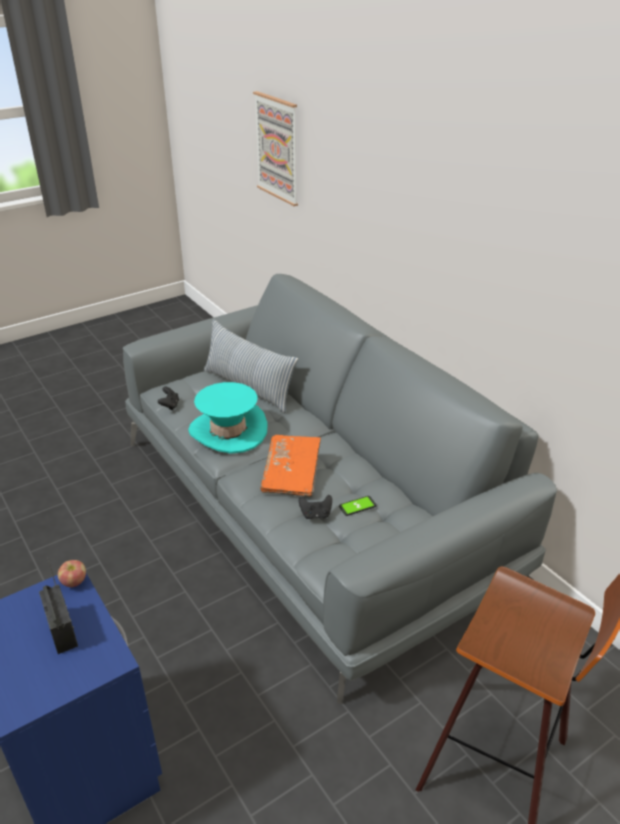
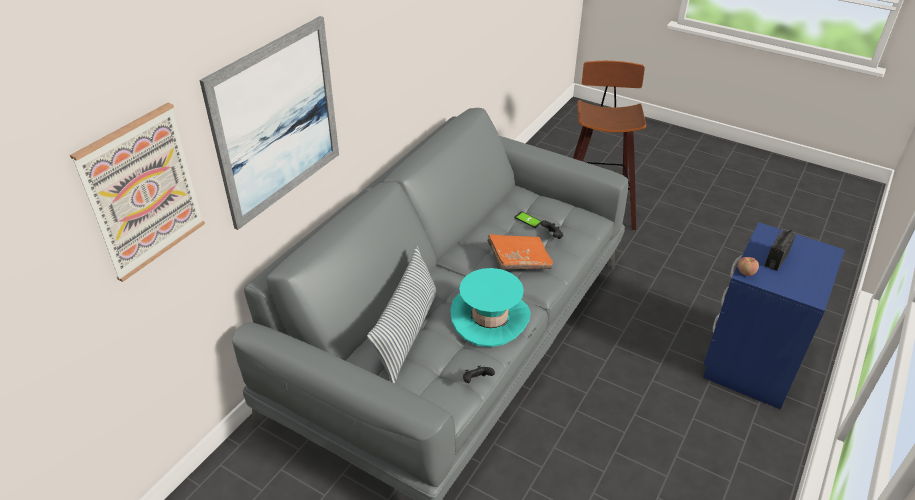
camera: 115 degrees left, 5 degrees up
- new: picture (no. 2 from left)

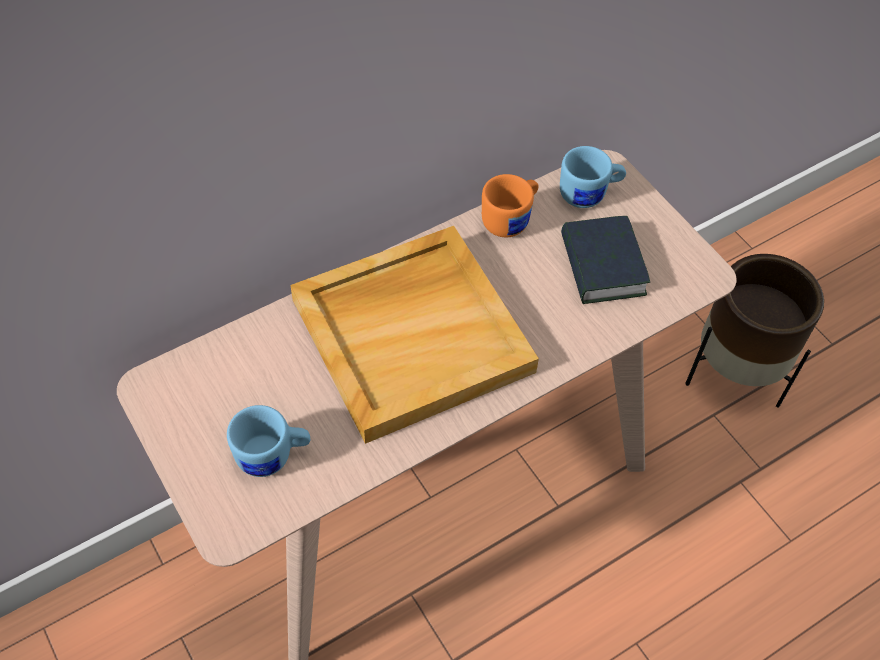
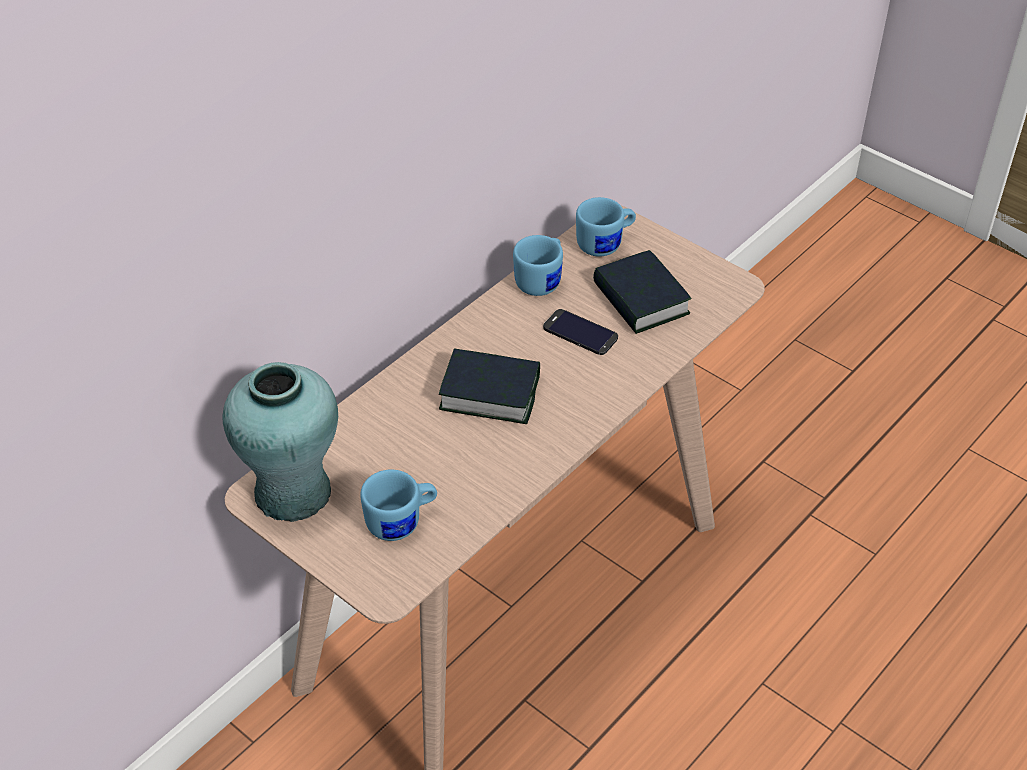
camera: 15 degrees left, 10 degrees down
- new: vase/turquoise
- swapped: tray/beige to book (no. 1 from left)
- repainted: mug/orange to mug/blue (no. 2 from left)
- new: phone
- gone: planter/brown

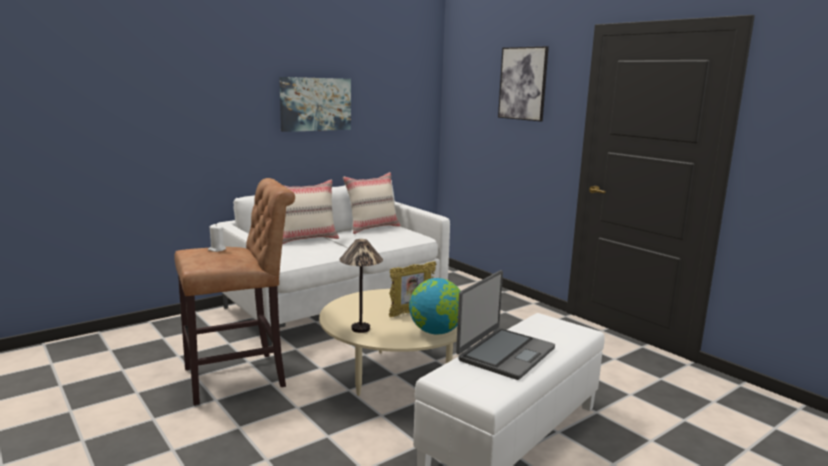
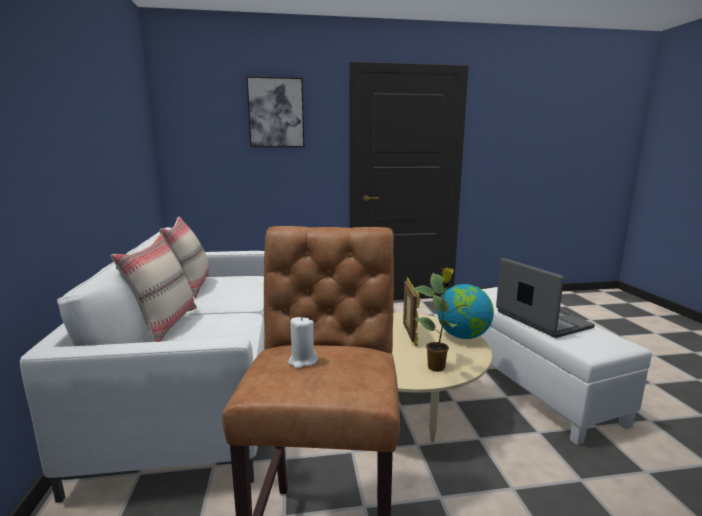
camera: 60 degrees left, 0 degrees up
- swapped: table lamp to potted plant
- gone: picture (no. 1 from left)

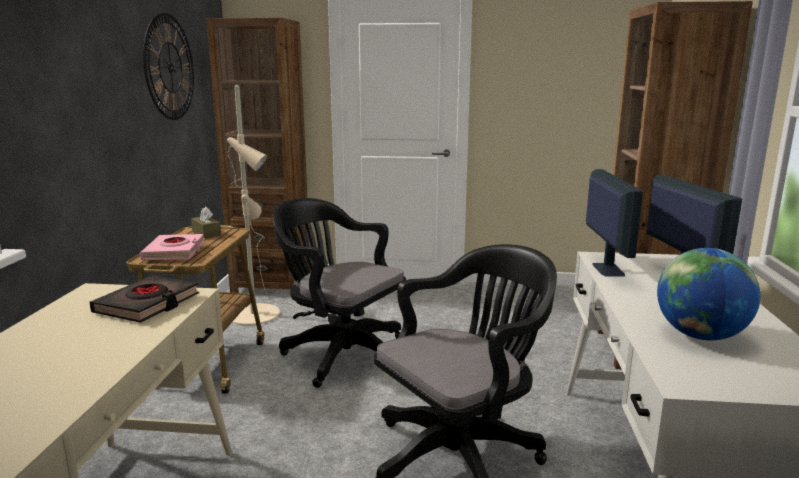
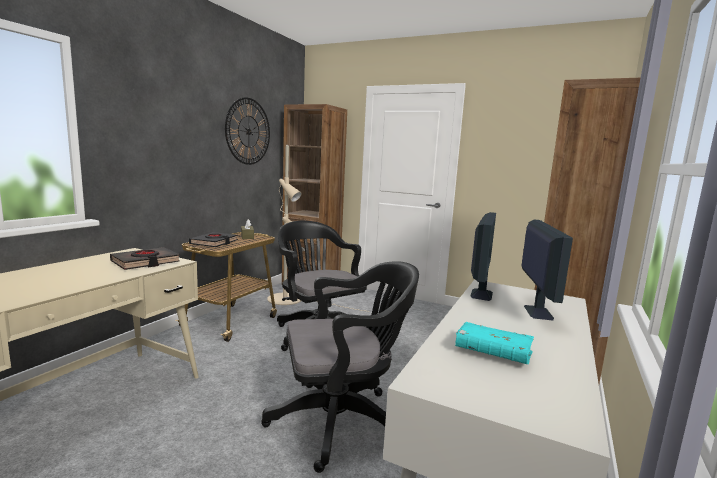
camera: 20 degrees right, 5 degrees down
- repainted: book/pink to book/black (no. 2 from left)
- swapped: globe to book/turquoise

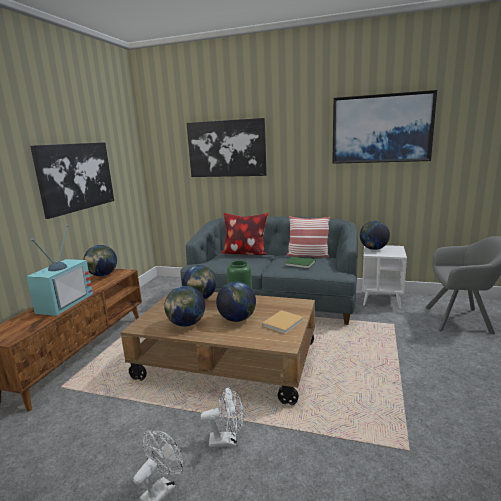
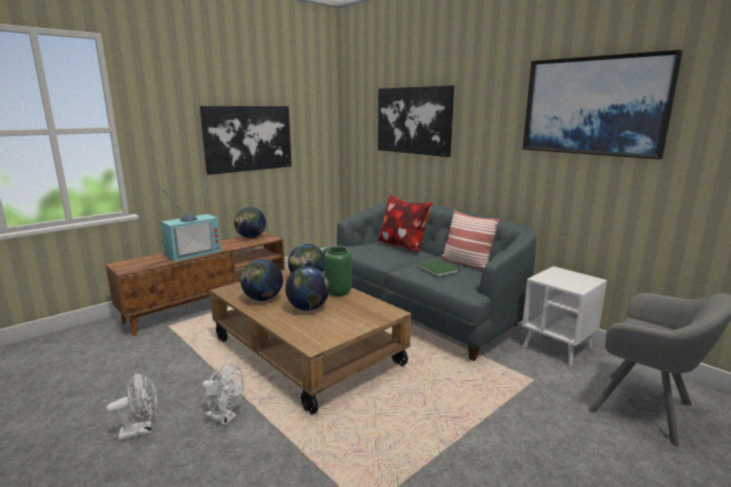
camera: 30 degrees right, 0 degrees up
- gone: book/beige
- gone: globe (no. 5 from left)

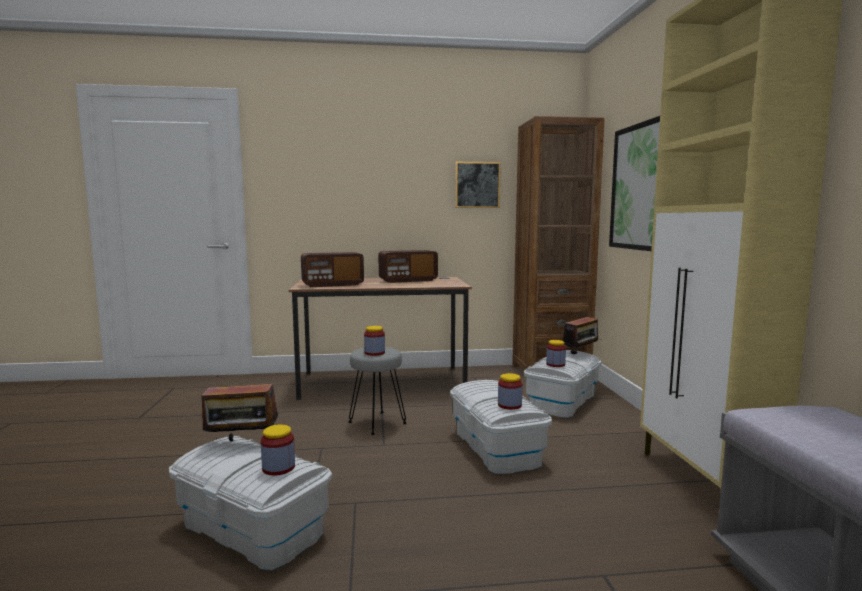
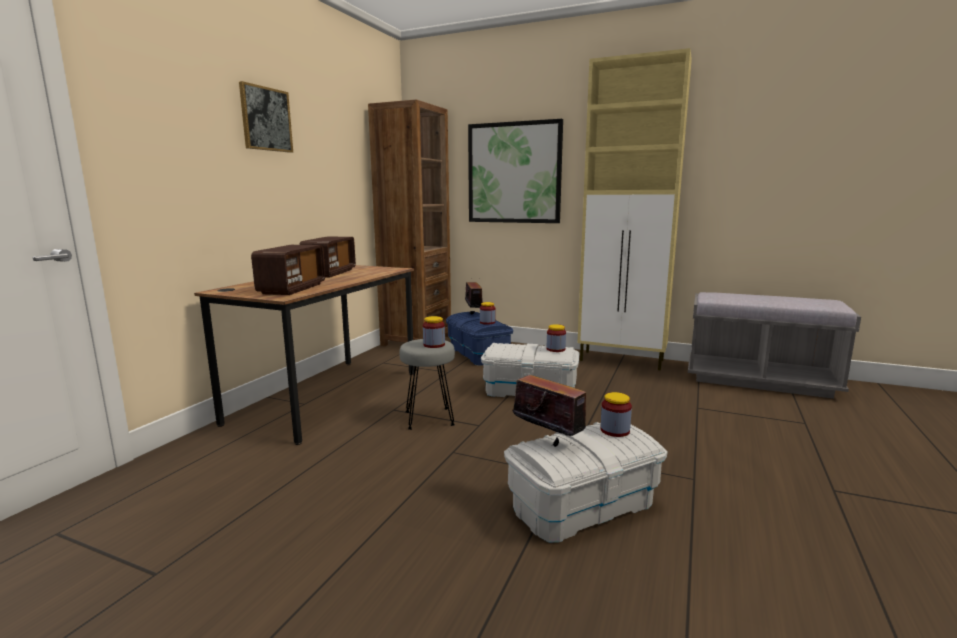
camera: 60 degrees left, 5 degrees up
- shifted: picture (no. 1 from left)
- repainted: storage box/white (no. 3 from left) to storage box/blue
- rotated: radio (no. 1 from left in the first image) 75 degrees counterclockwise

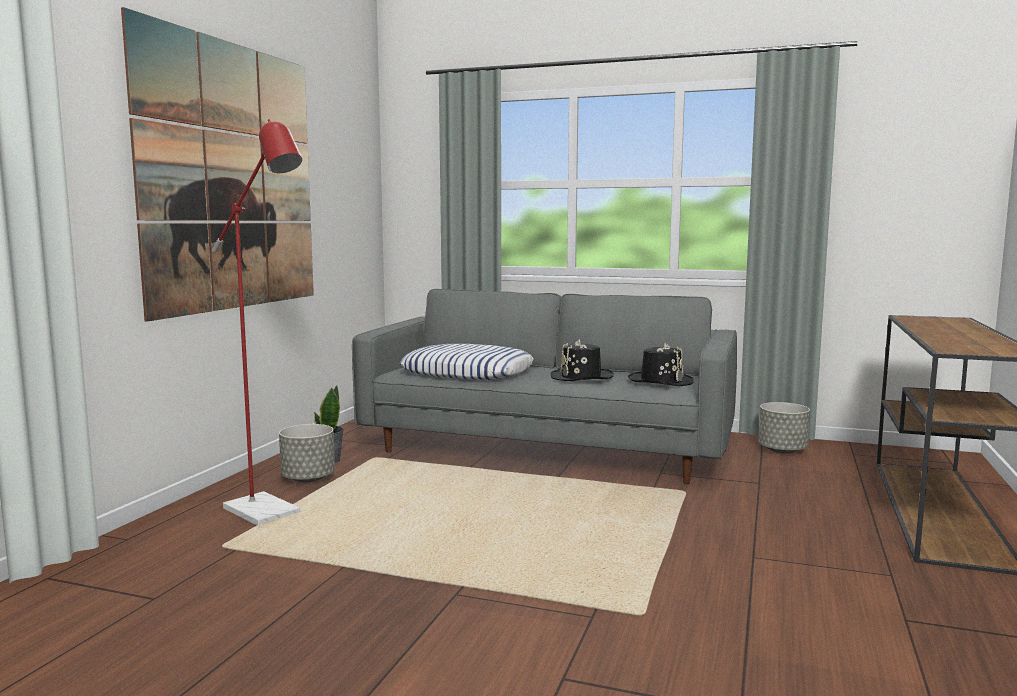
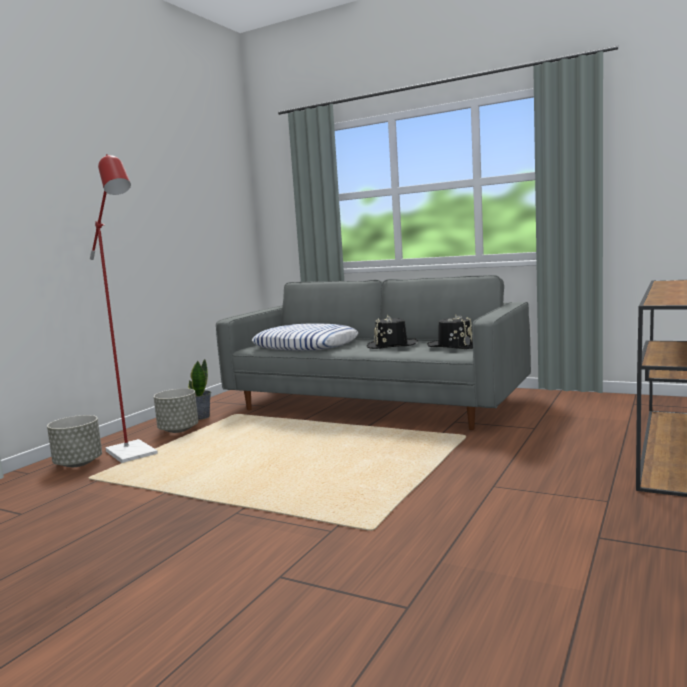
camera: 10 degrees right, 0 degrees up
- shifted: planter/grey (no. 2 from left in the first image) to planter/grey (no. 1 from left)
- gone: picture

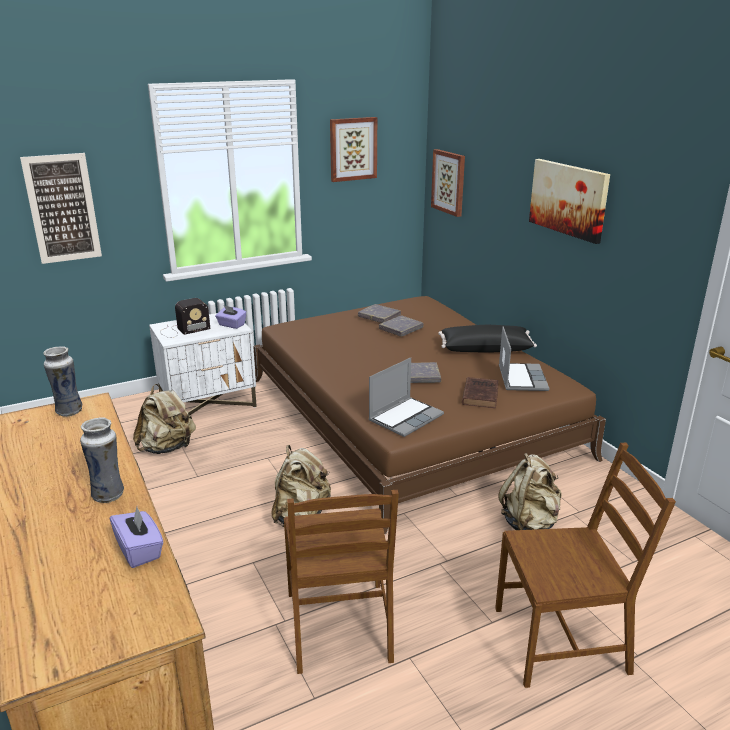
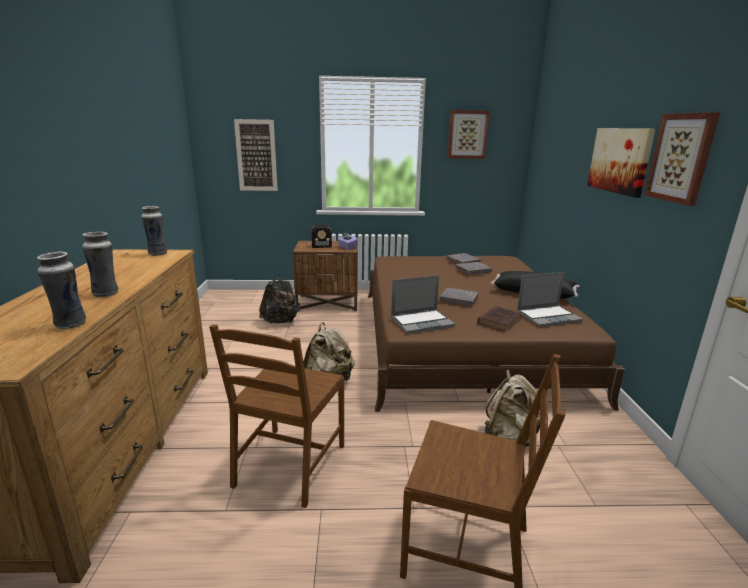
camera: 25 degrees right, 5 degrees down
- swapped: tissue box/purple (no. 1 from left) to vase (no. 1 from left)
- repainted: backpack/beige (no. 1 from left) to backpack/black
- repainted: nightstand/white to nightstand/brown
- rotated: laptop (no. 2 from left) 45 degrees clockwise
- shifted: picture (no. 3 from left in the first image) to picture (no. 4 from left)

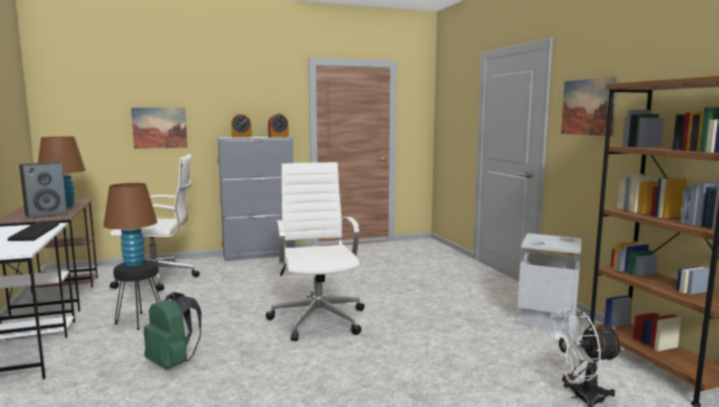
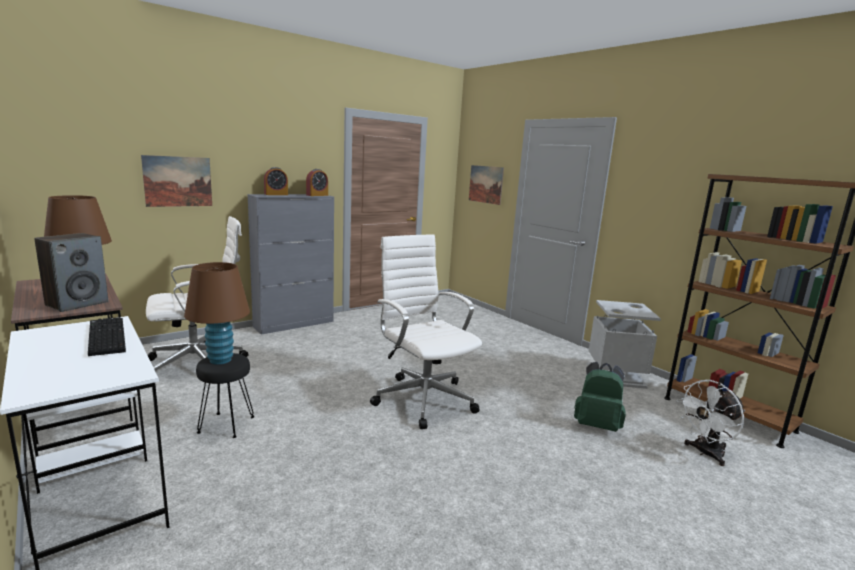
camera: 20 degrees left, 5 degrees up
- shifted: picture (no. 2 from left)
- shifted: backpack/green

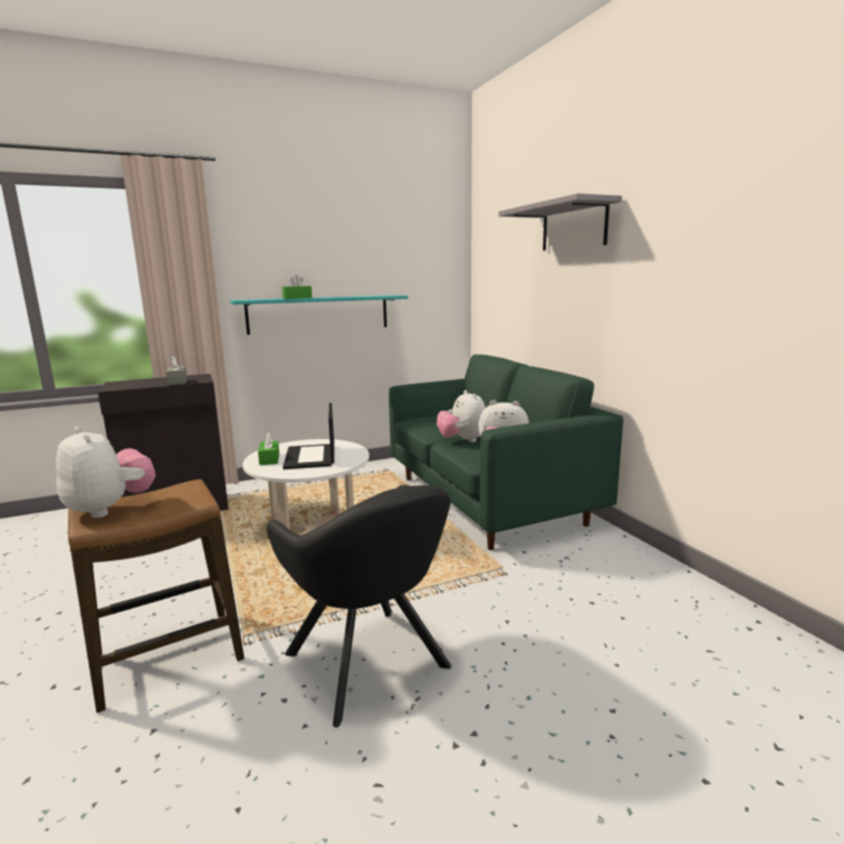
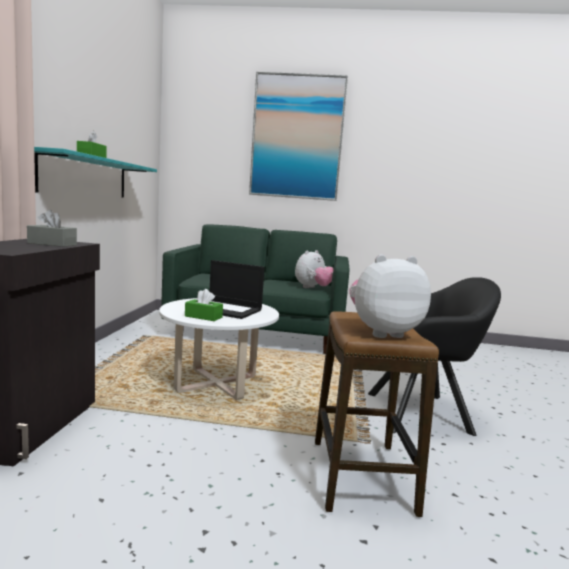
camera: 60 degrees left, 5 degrees down
- swapped: shelf/grey to picture
- gone: plush toy (no. 2 from left)

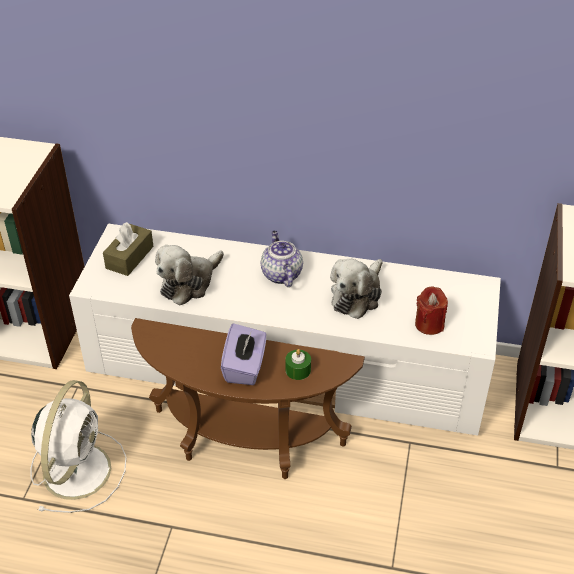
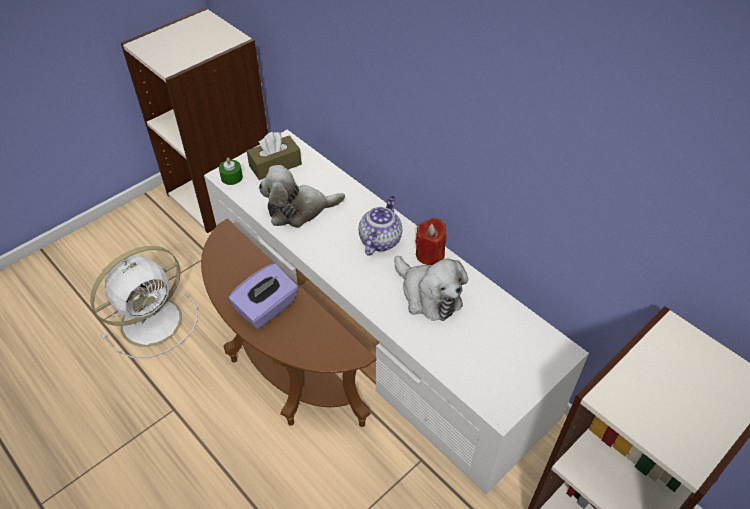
camera: 35 degrees right, 5 degrees up
- shifted: candle/green
- rotated: plush toy (no. 2 from left) 105 degrees counterclockwise
- shifted: candle/red

